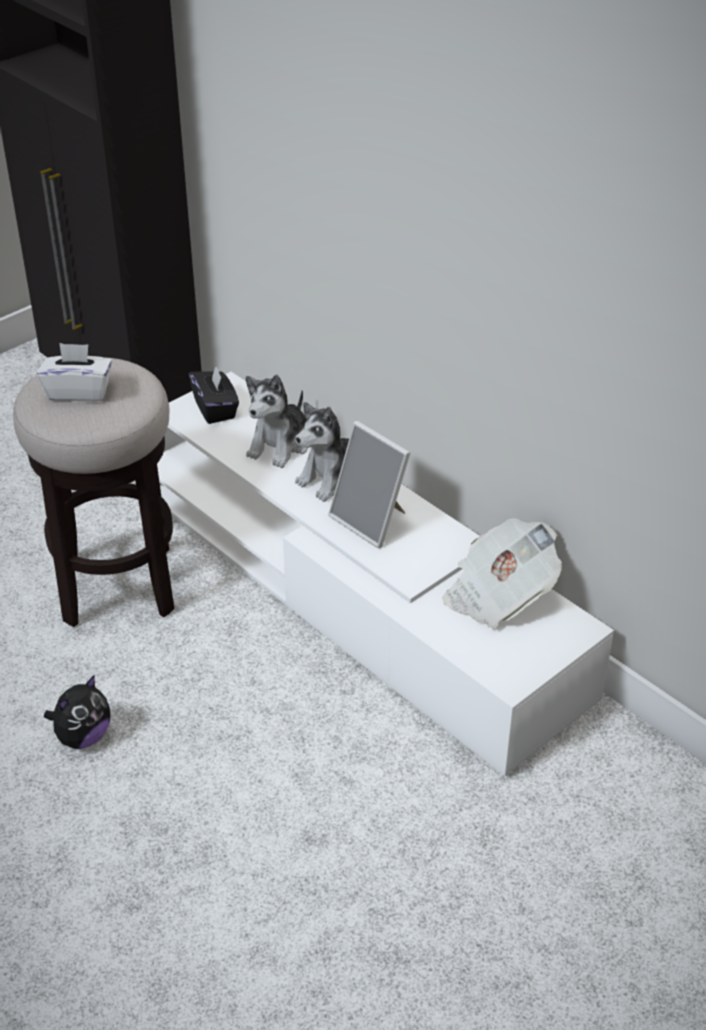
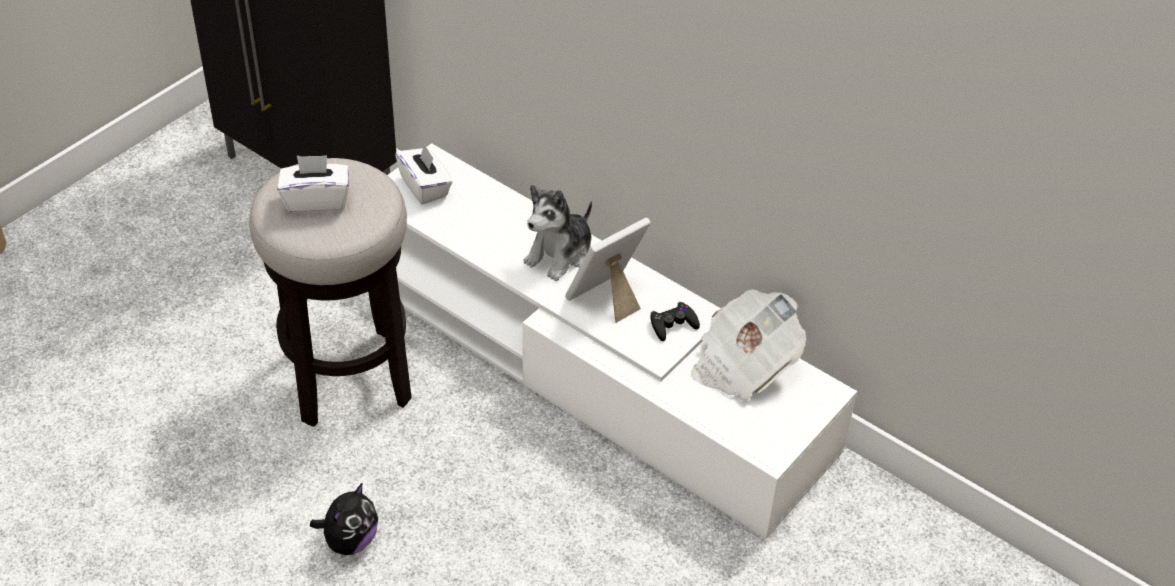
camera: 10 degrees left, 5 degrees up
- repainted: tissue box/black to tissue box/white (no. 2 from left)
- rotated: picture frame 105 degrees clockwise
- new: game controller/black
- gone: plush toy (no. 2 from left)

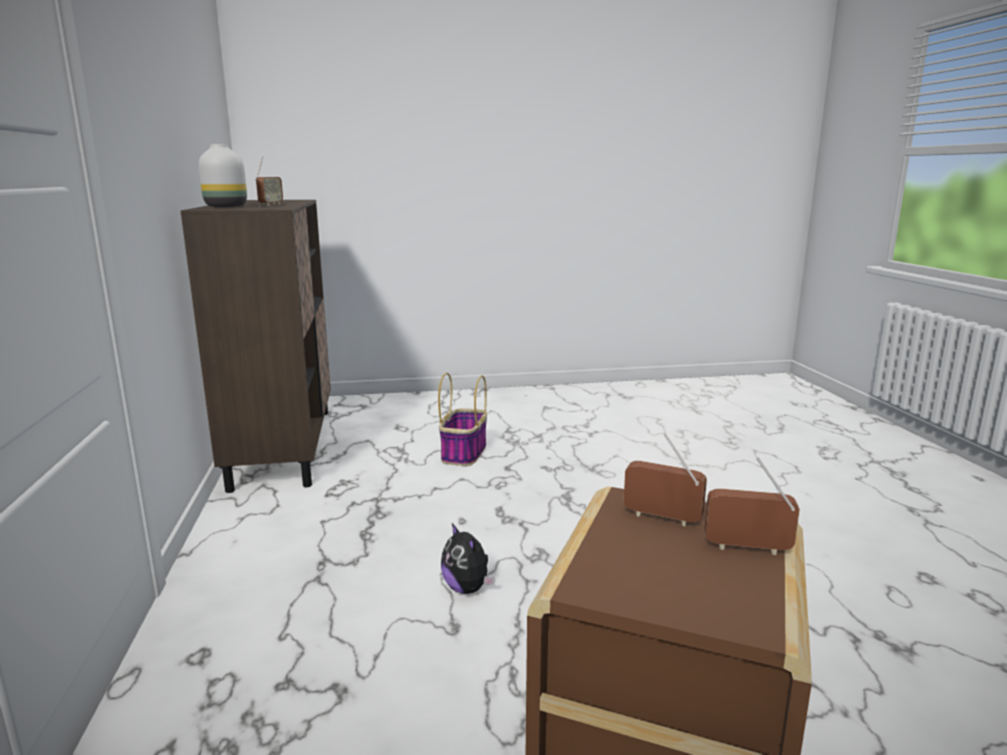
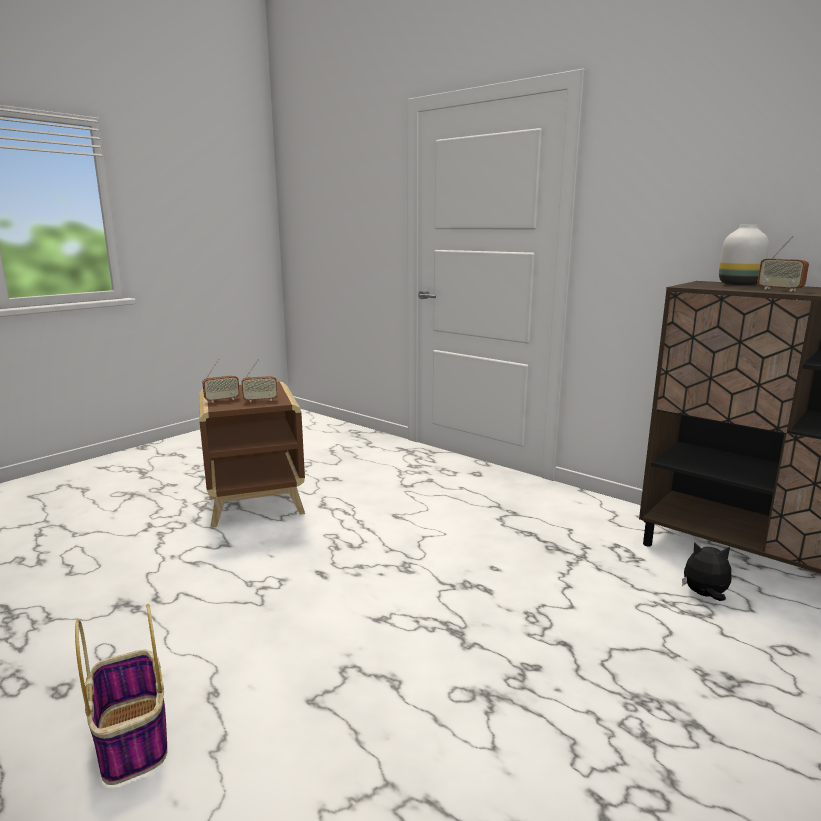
camera: 140 degrees right, 0 degrees up
- shifted: basket
- shifted: plush toy

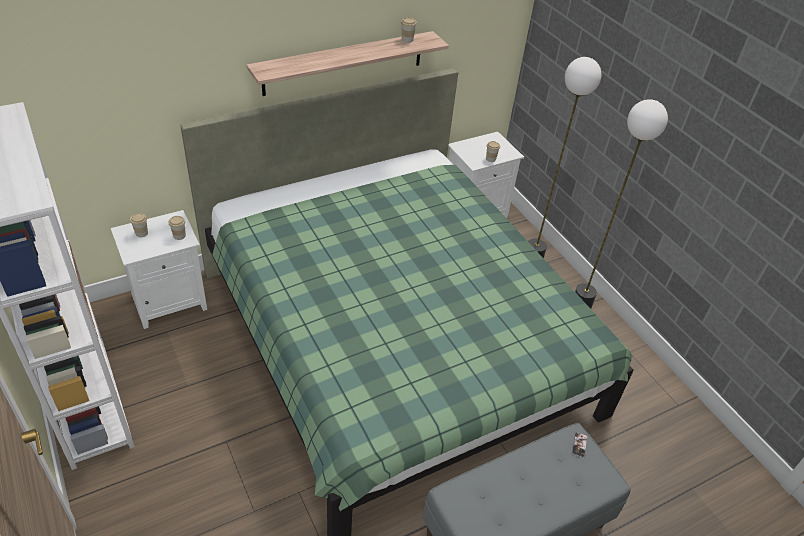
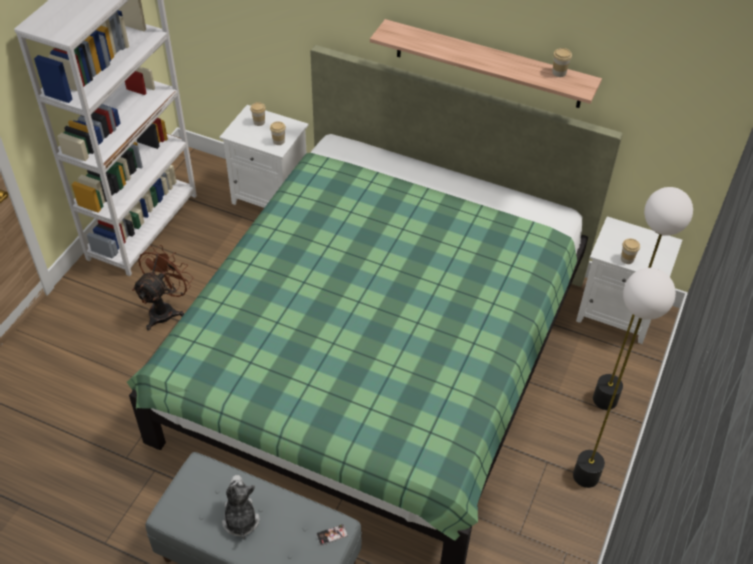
camera: 55 degrees right, 5 degrees up
- new: fan/brown
- new: plush toy

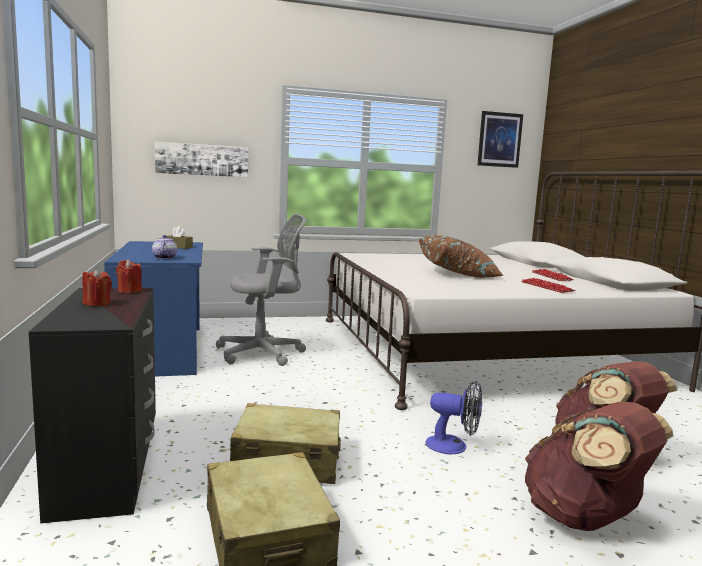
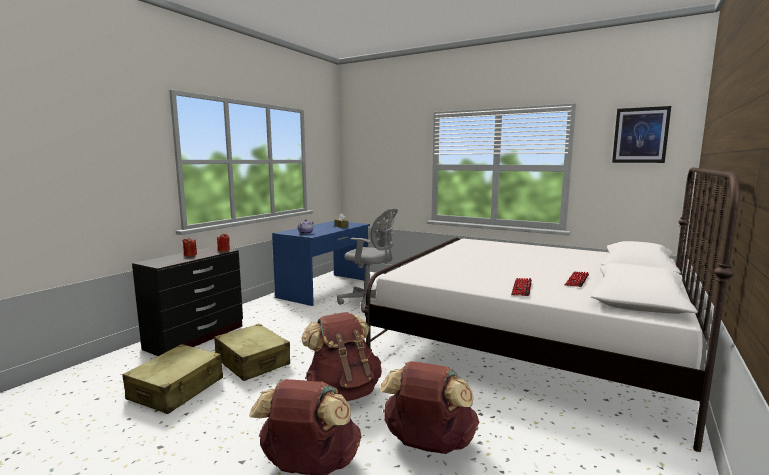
camera: 45 degrees right, 0 degrees up
- swapped: fan to backpack/brown (no. 2 from left)
- gone: picture (no. 1 from left)
- gone: pillow/brown

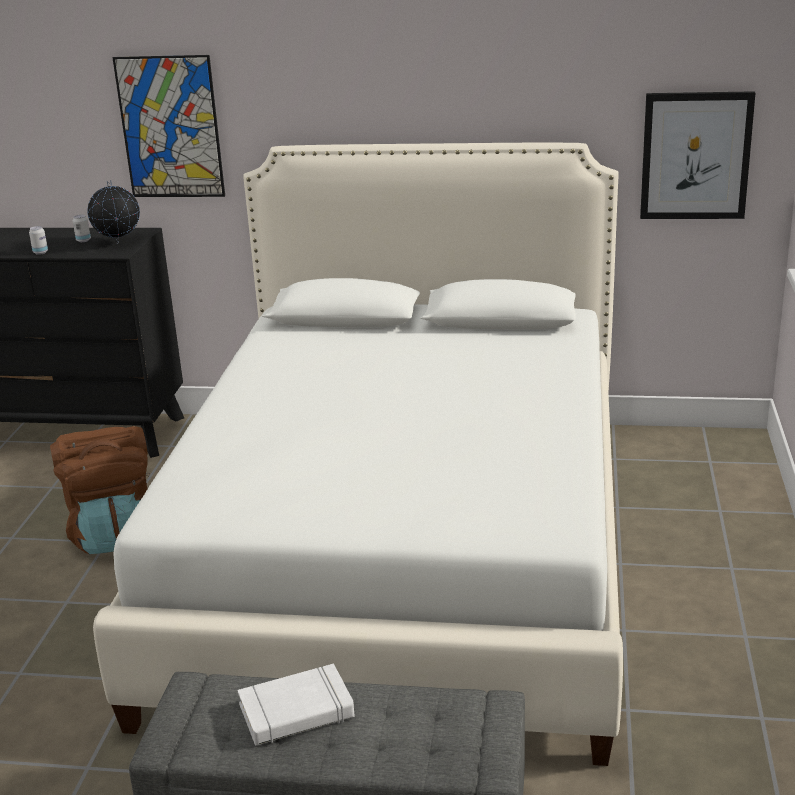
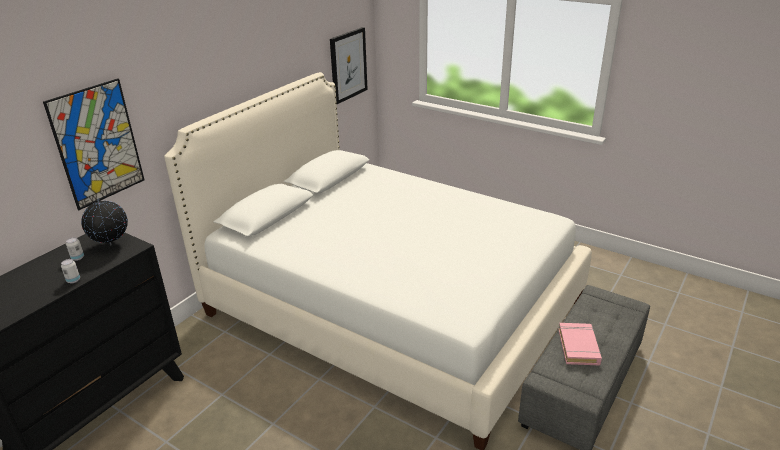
camera: 65 degrees left, 5 degrees up
- repainted: book/white to book/pink
- gone: backpack/brown

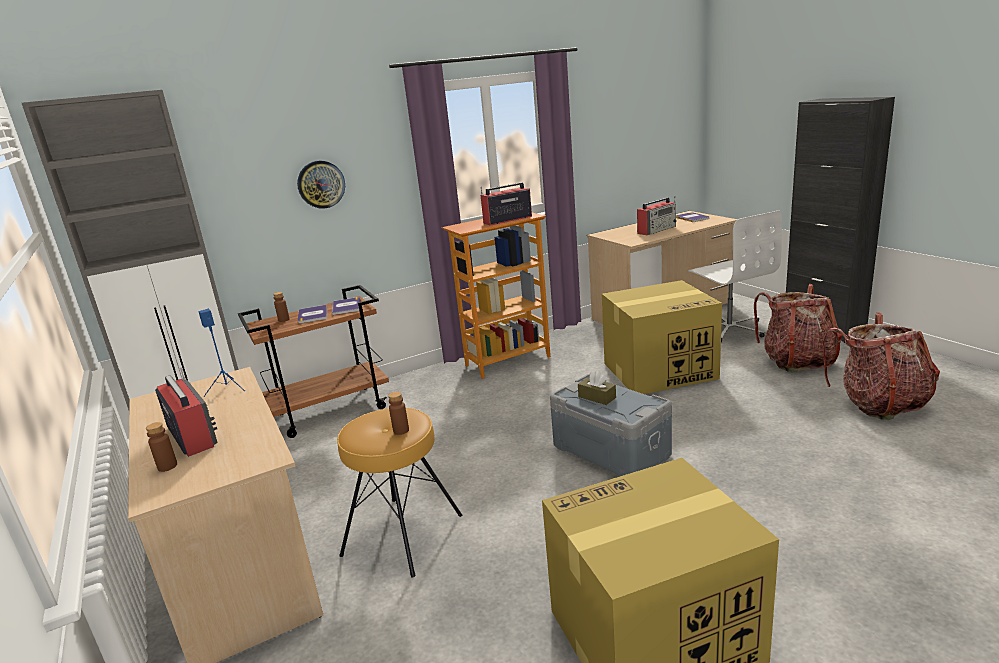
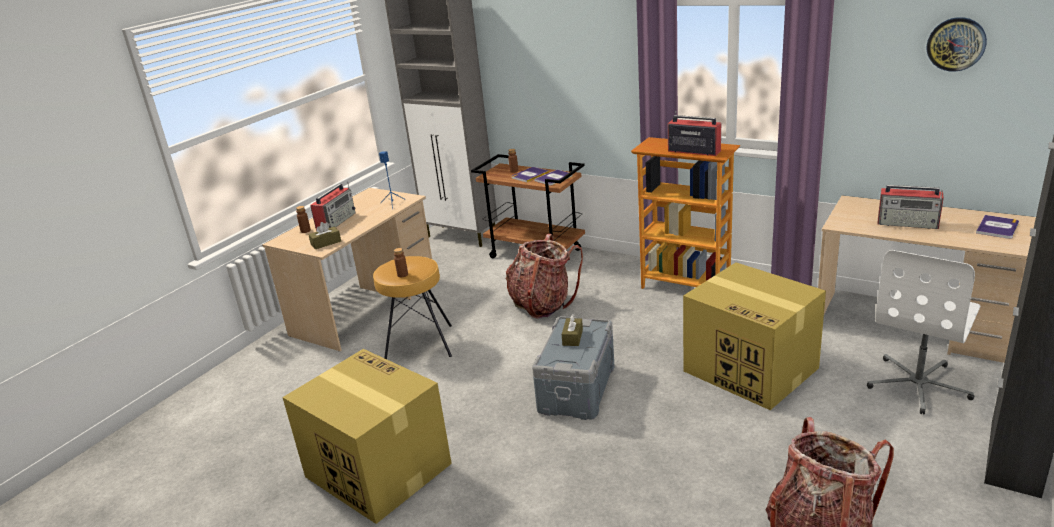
camera: 60 degrees right, 5 degrees up
- new: tissue box/brown (no. 1 from left)
- shifted: backpack (no. 1 from left)
- shifted: wall clock

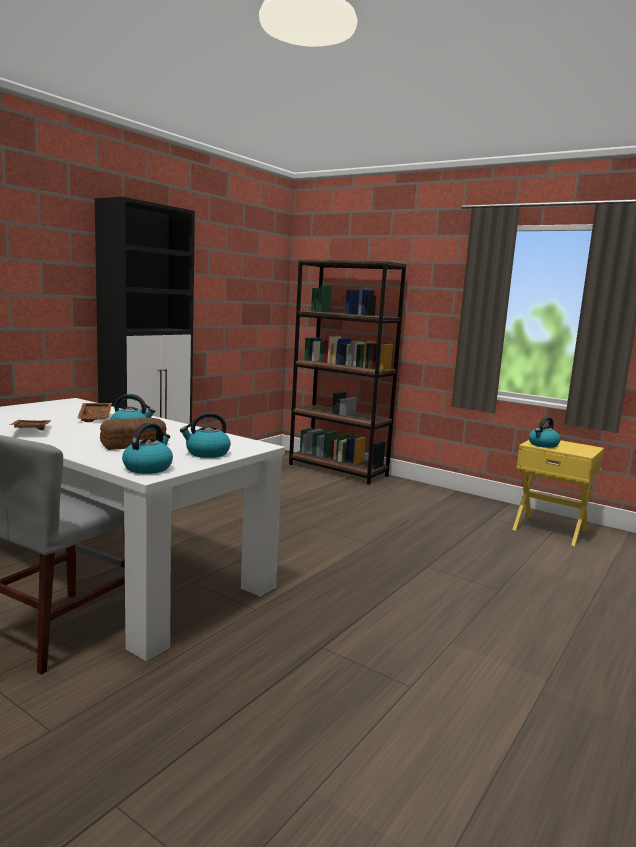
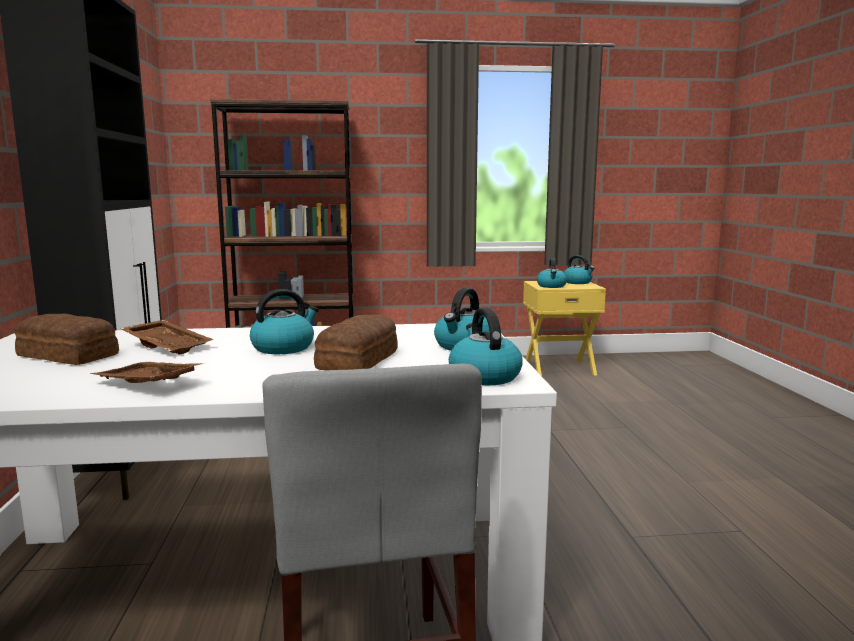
camera: 40 degrees left, 0 degrees up
- new: bread (no. 1 from left)
- new: kettle (no. 5 from left)

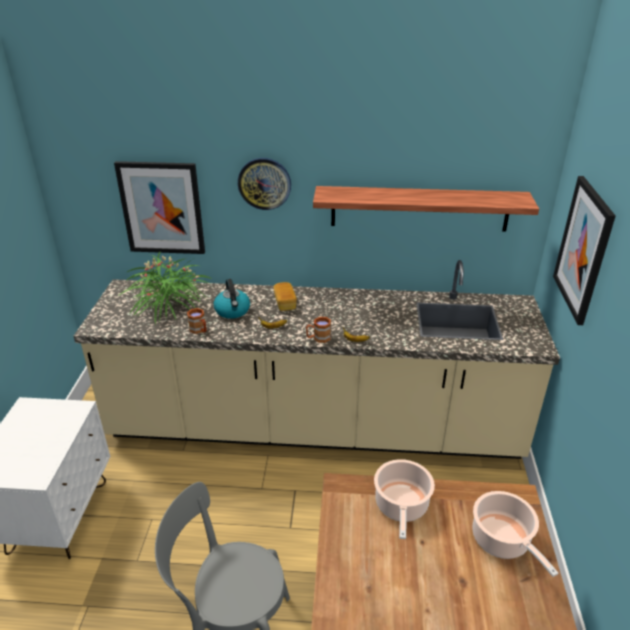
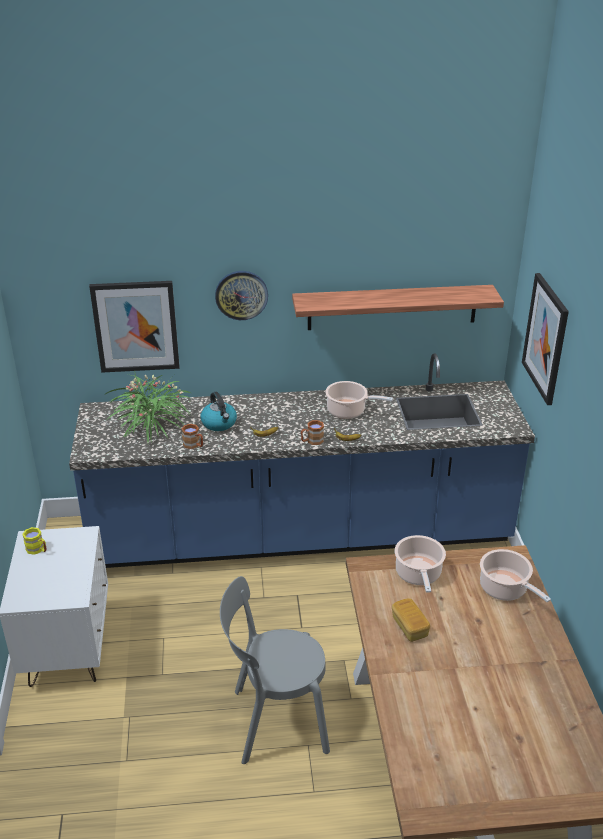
camera: 10 degrees left, 0 degrees up
- new: mug/yellow
- repainted: counter/beige to counter/blue
- new: cooking pot (no. 1 from left)
- shifted: bread

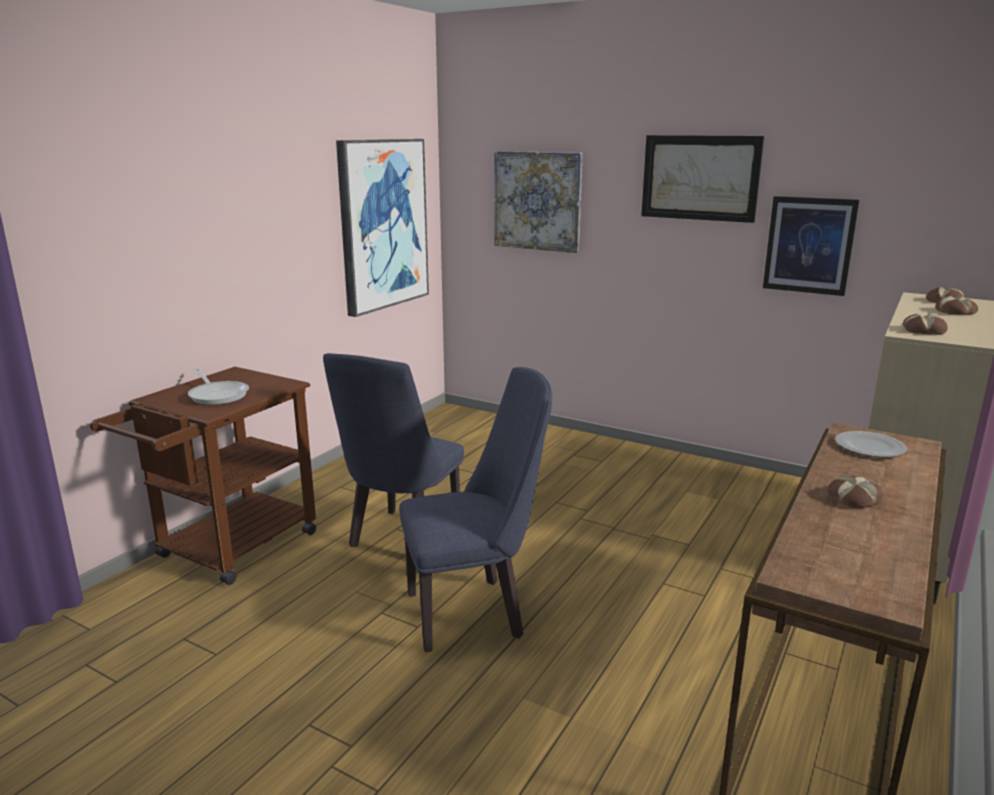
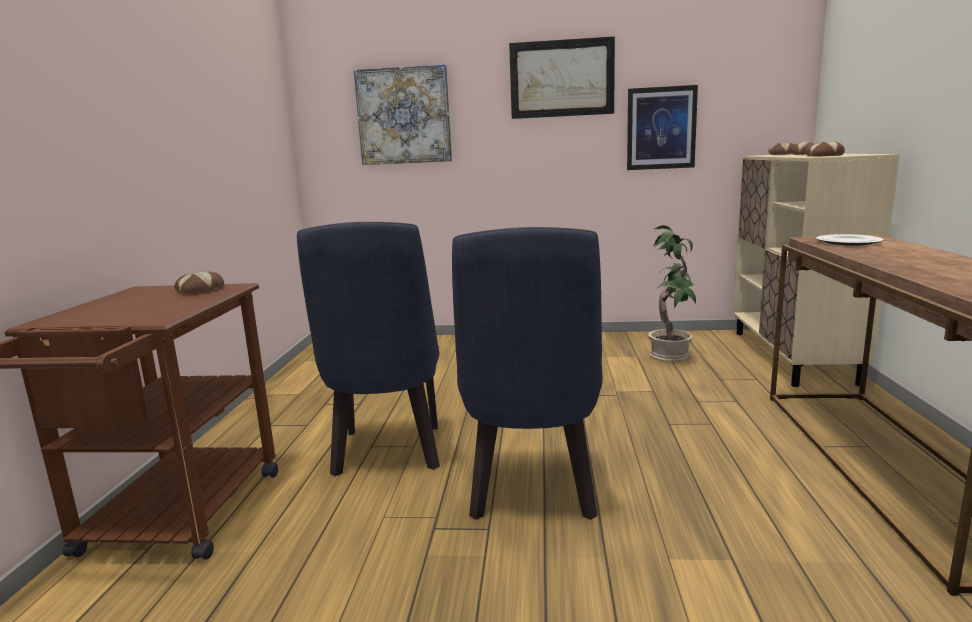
camera: 25 degrees left, 5 degrees down
- shifted: bread (no. 1 from left)
- rotated: chair/blue (no. 2 from left) 135 degrees clockwise
- new: potted plant
- gone: frying pan
- gone: picture (no. 1 from left)

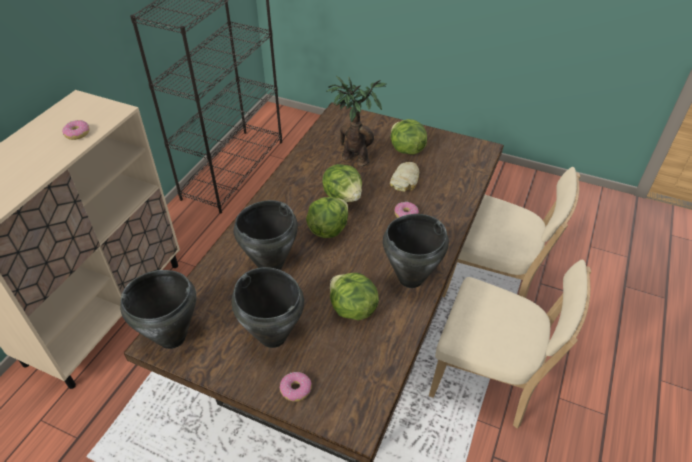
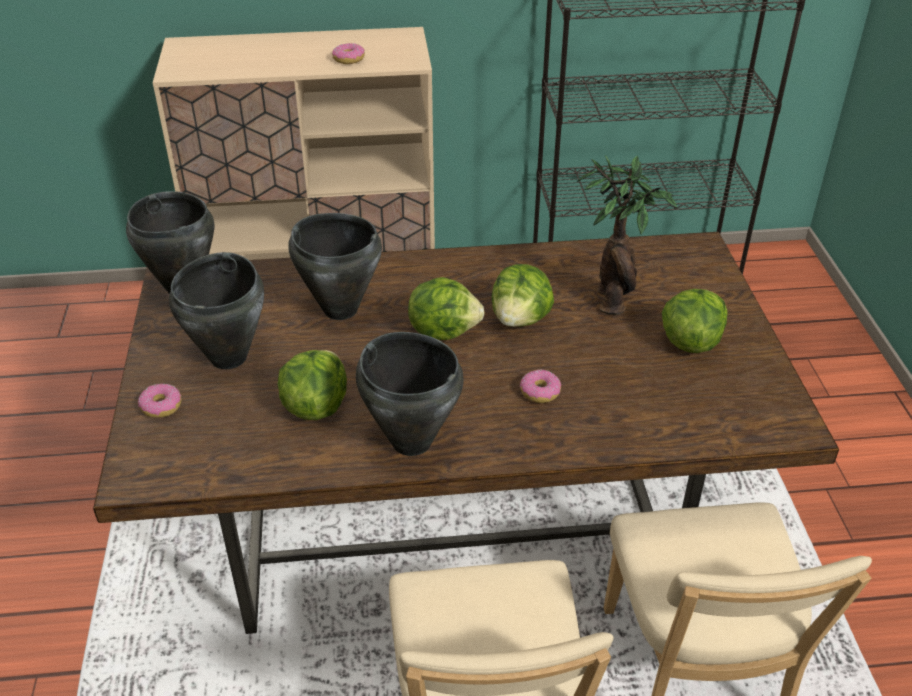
camera: 60 degrees right, 5 degrees down
- gone: bread

